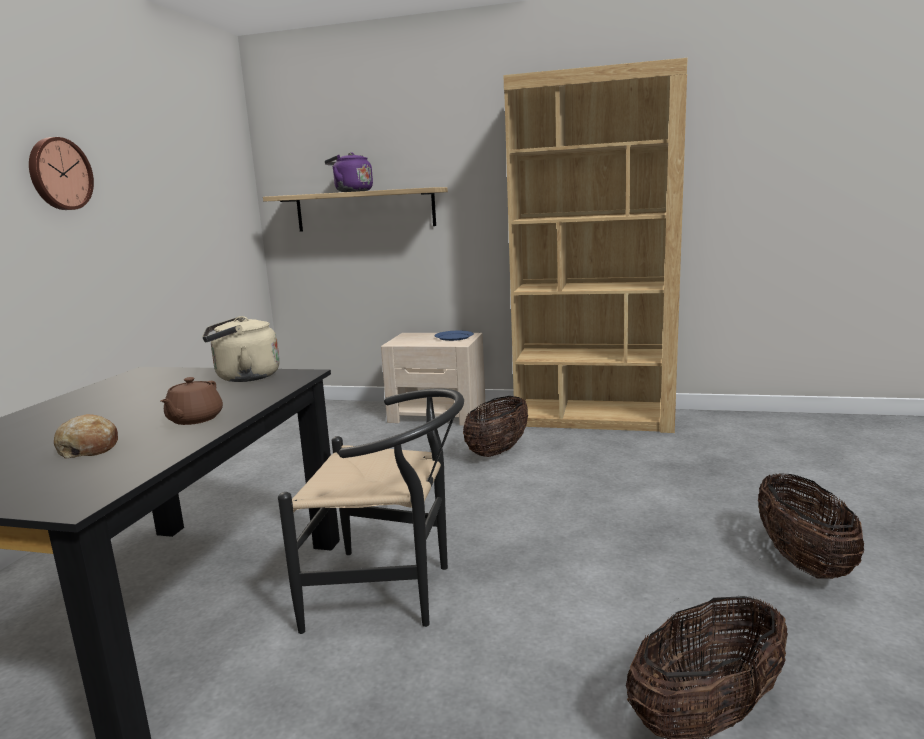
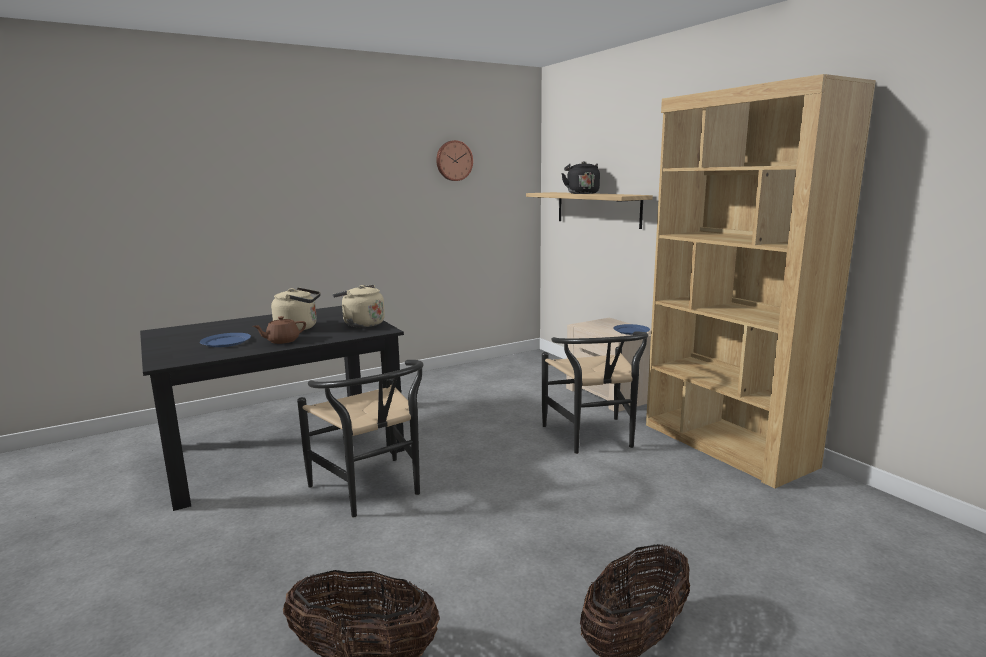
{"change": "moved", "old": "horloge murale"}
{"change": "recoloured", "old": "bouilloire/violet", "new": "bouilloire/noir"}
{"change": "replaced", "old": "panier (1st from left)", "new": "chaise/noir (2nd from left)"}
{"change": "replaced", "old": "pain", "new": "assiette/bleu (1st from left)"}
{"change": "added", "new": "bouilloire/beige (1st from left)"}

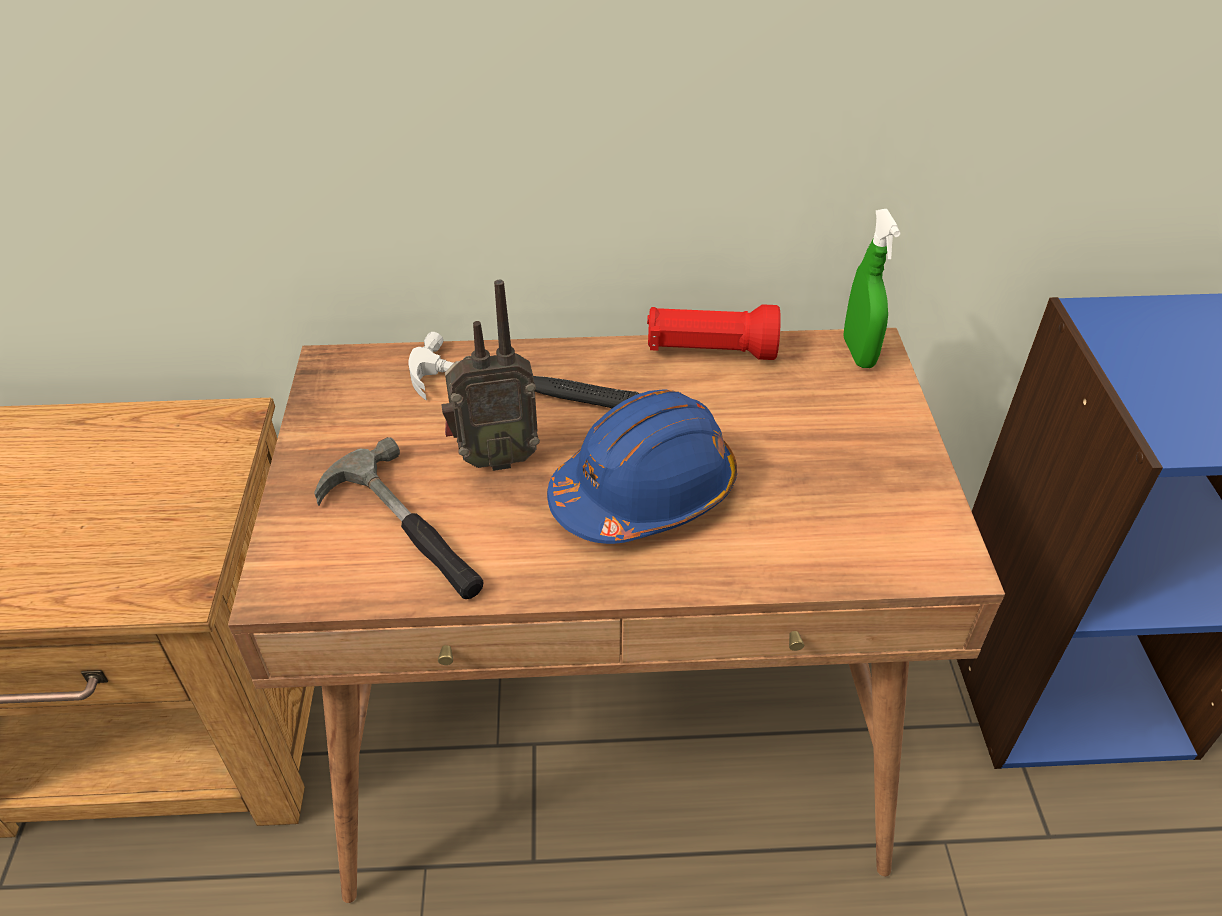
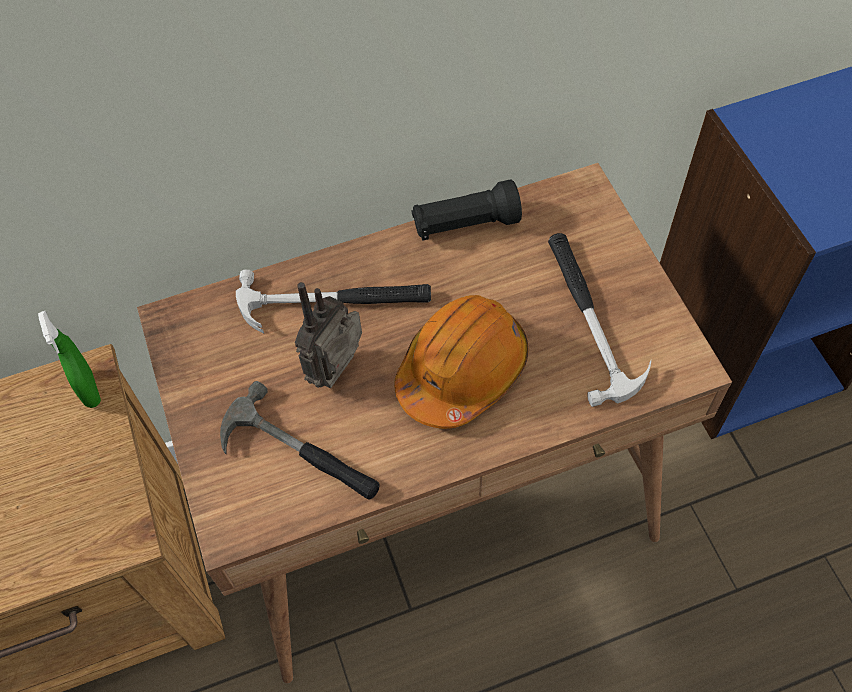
{"change": "moved", "old": "vaporisateur/vert"}
{"change": "turned", "old": "radio", "degrees": 150}
{"change": "recoloured", "old": "lampe de poche/rouge", "new": "lampe de poche/noir"}
{"change": "recoloured", "old": "casque de chantier/bleu", "new": "casque de chantier/orange"}
{"change": "added", "new": "marteau (3rd from left)"}

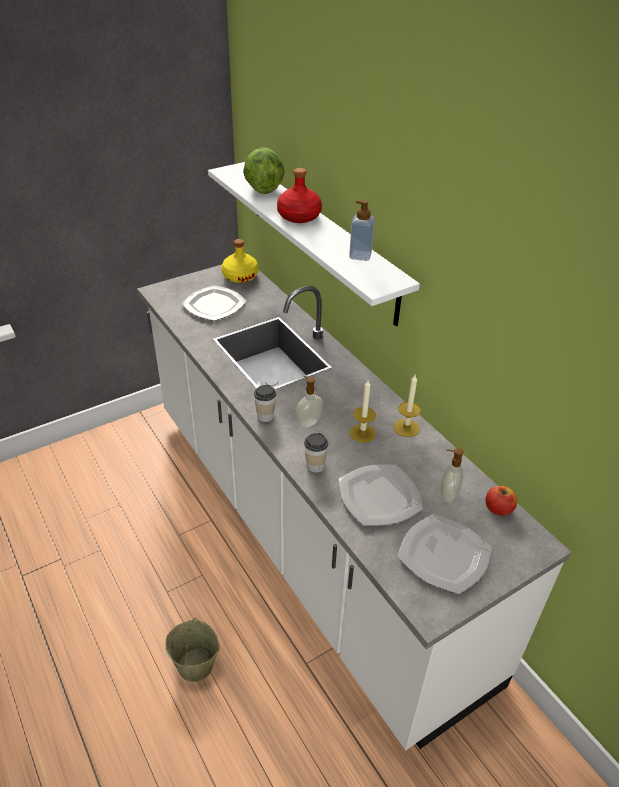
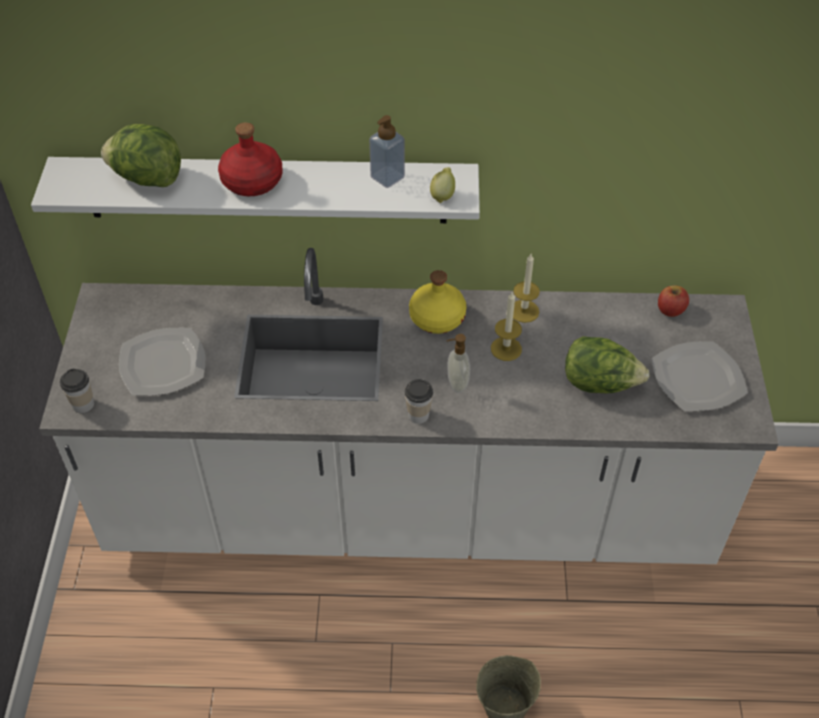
{"change": "moved", "old": "bouteille/jaune"}
{"change": "moved", "old": "tasse (2nd from left in the first image)", "new": "tasse (1st from left)"}
{"change": "removed", "old": "distributeur de savon (3rd from left)"}
{"change": "replaced", "old": "assiette (2nd from left)", "new": "laitue (2nd from left)"}
{"change": "added", "new": "citron"}

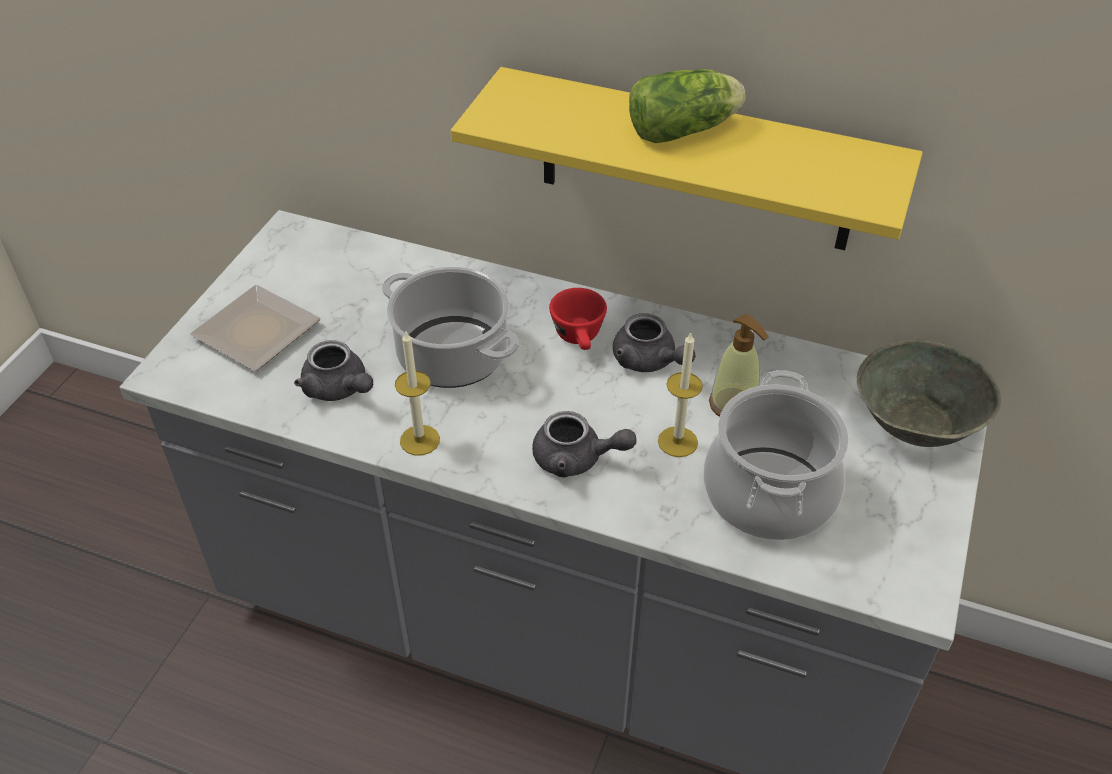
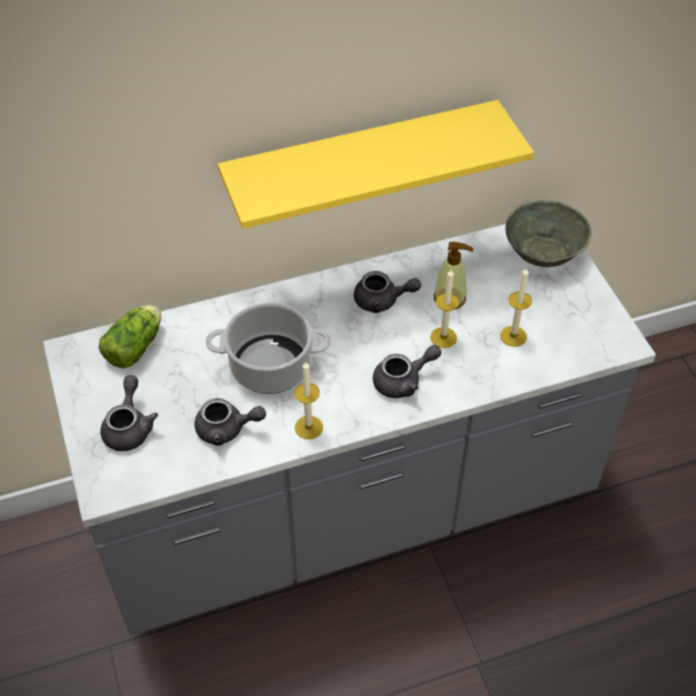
{"change": "moved", "old": "laitue"}
{"change": "replaced", "old": "assiette", "new": "théière/gris (1st from left)"}
{"change": "removed", "old": "tasse/rouge"}
{"change": "replaced", "old": "marmite (2nd from left)", "new": "bougie (3rd from left)"}

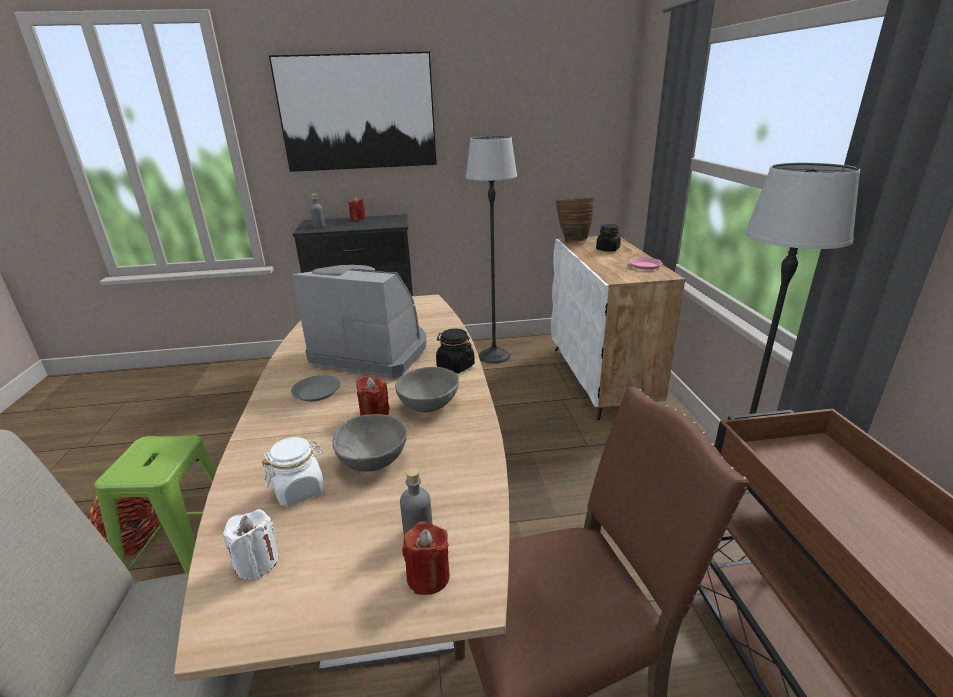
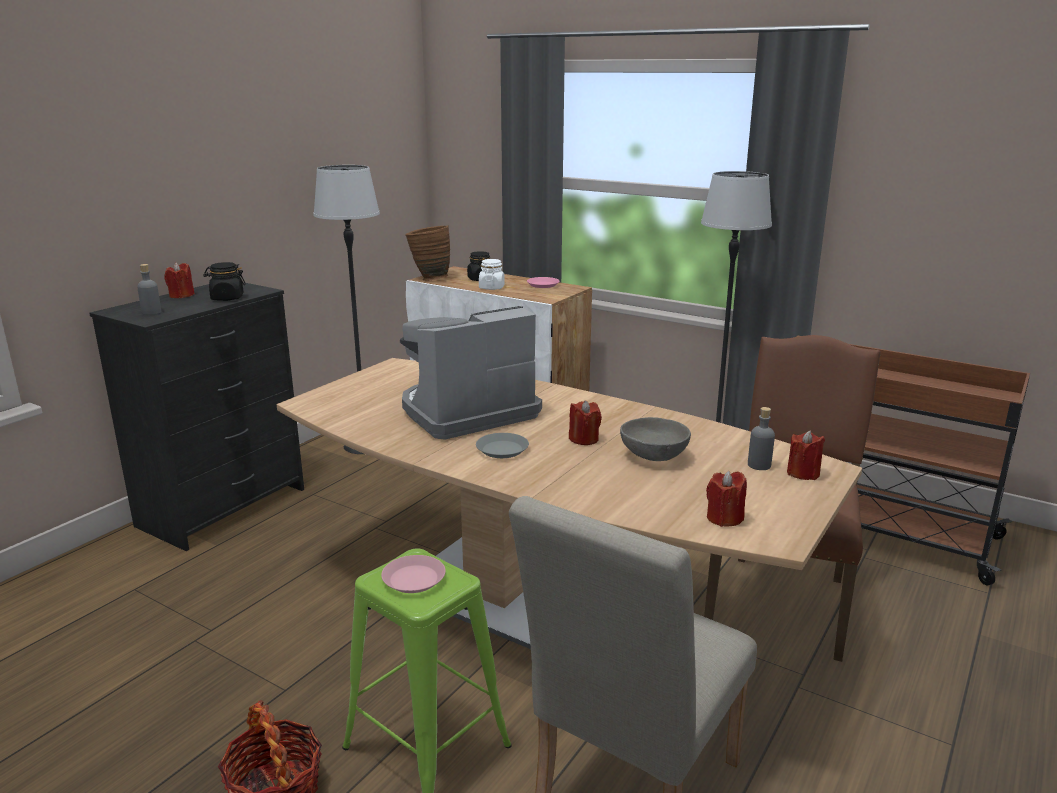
{"change": "removed", "old": "tableau"}
{"change": "moved", "old": "bocal/noir (1st from left)"}
{"change": "removed", "old": "bol/gris (2nd from left)"}
{"change": "moved", "old": "bocal/blanc"}
{"change": "recoloured", "old": "bougie/blanc", "new": "bougie/rouge (3rd from left)"}
{"change": "added", "new": "assiette/rose (1st from left)"}

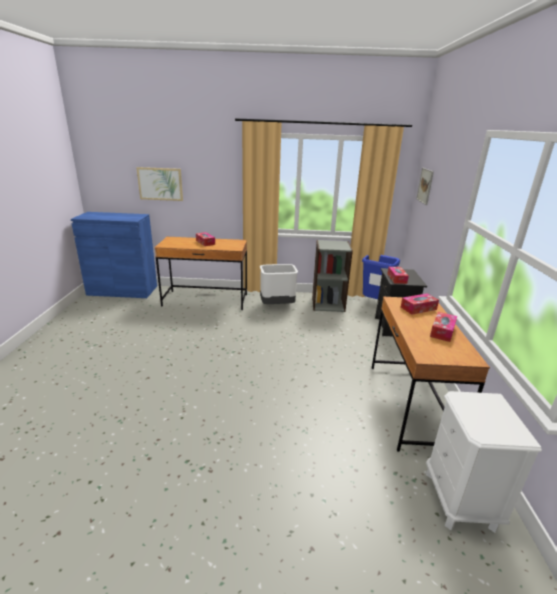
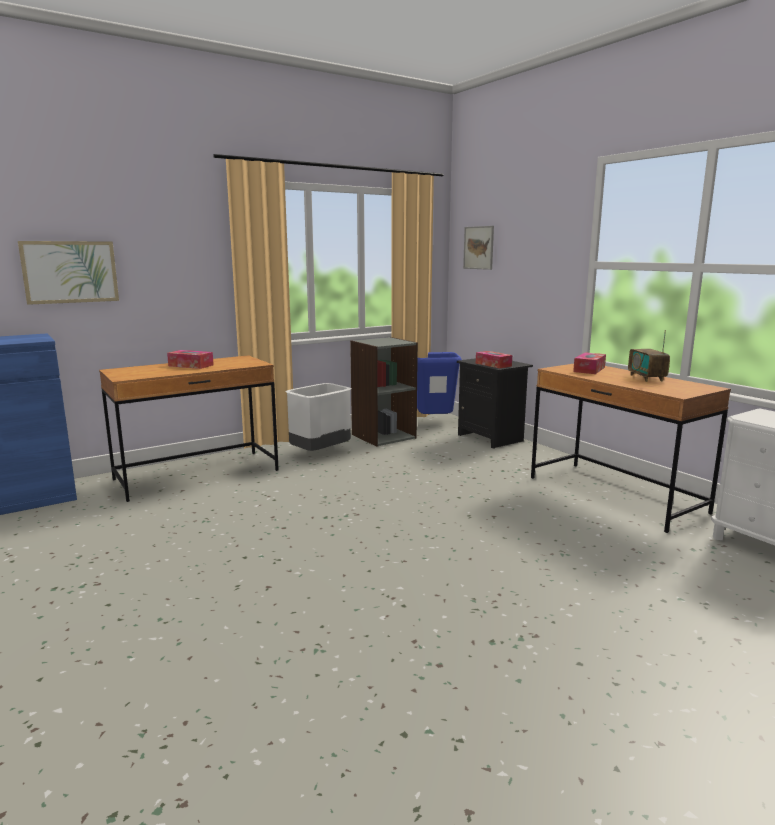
{"change": "replaced", "old": "boîte à mouchoirs (4th from left)", "new": "radio"}

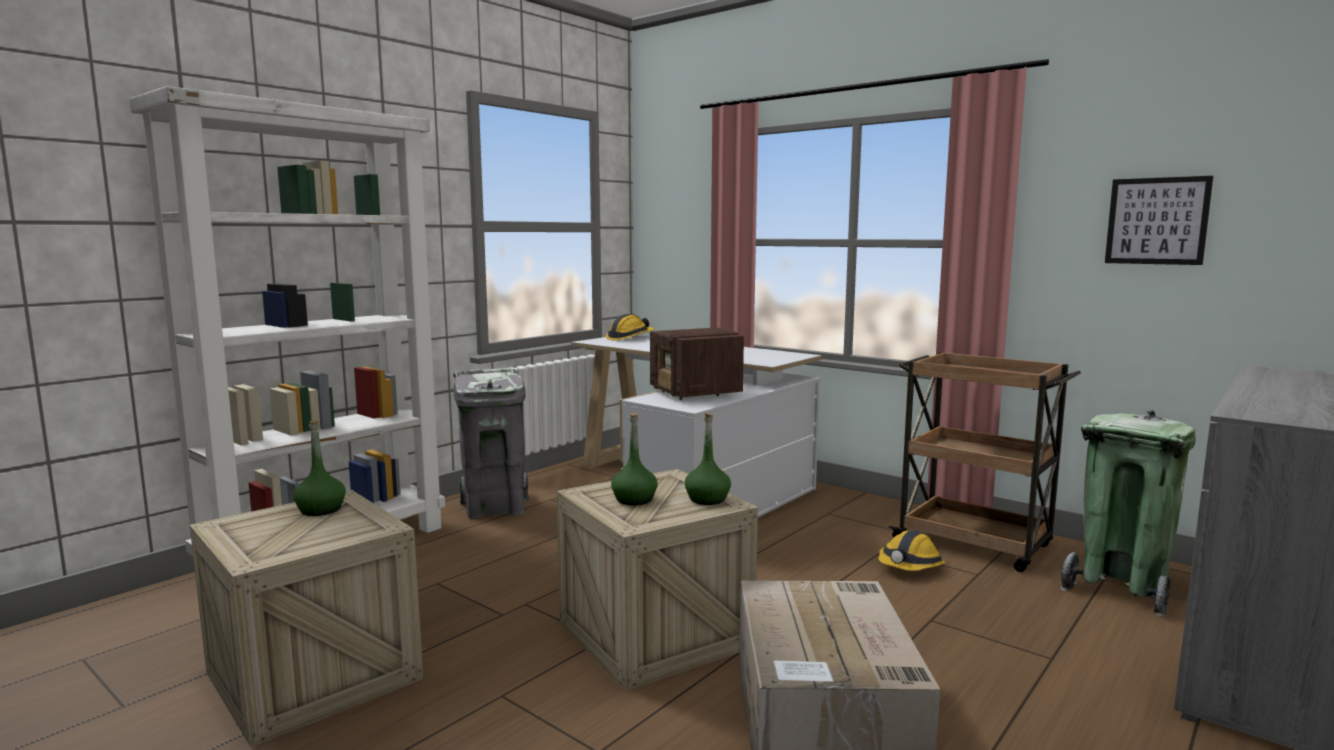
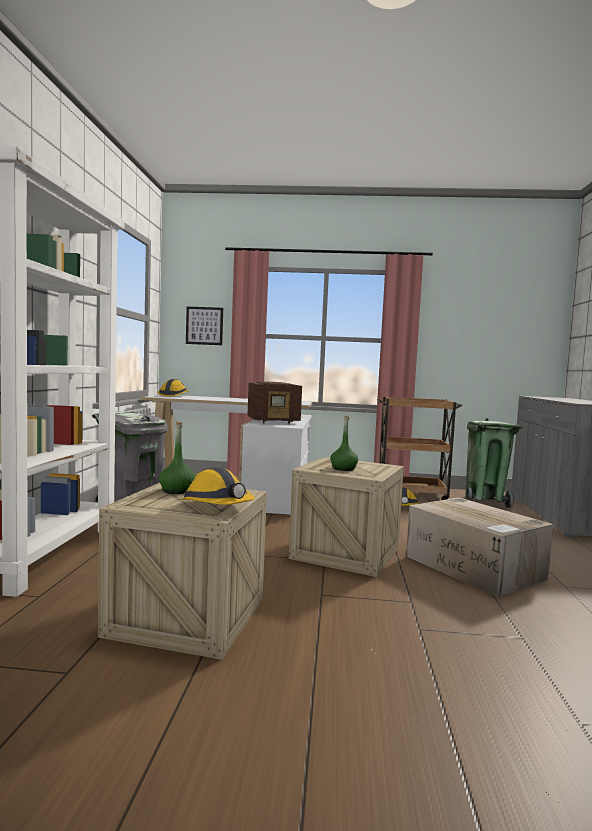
{"change": "moved", "old": "tableau"}
{"change": "turned", "old": "radio", "degrees": -45}
{"change": "removed", "old": "bouteille/vert (3rd from left)"}
{"change": "added", "new": "casque de chantier (2nd from left)"}

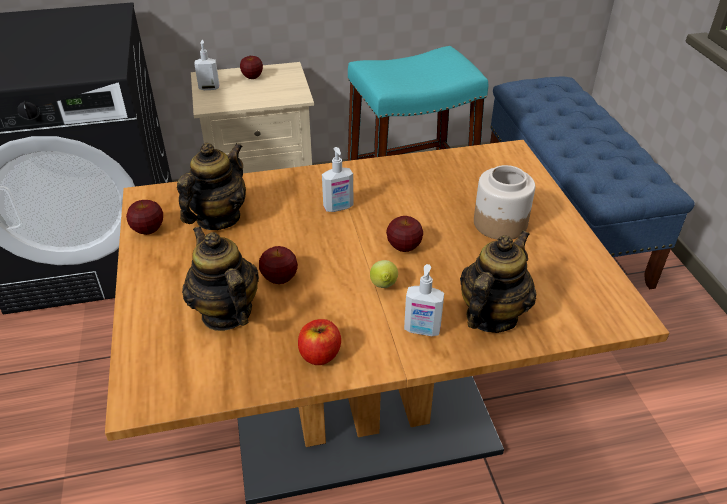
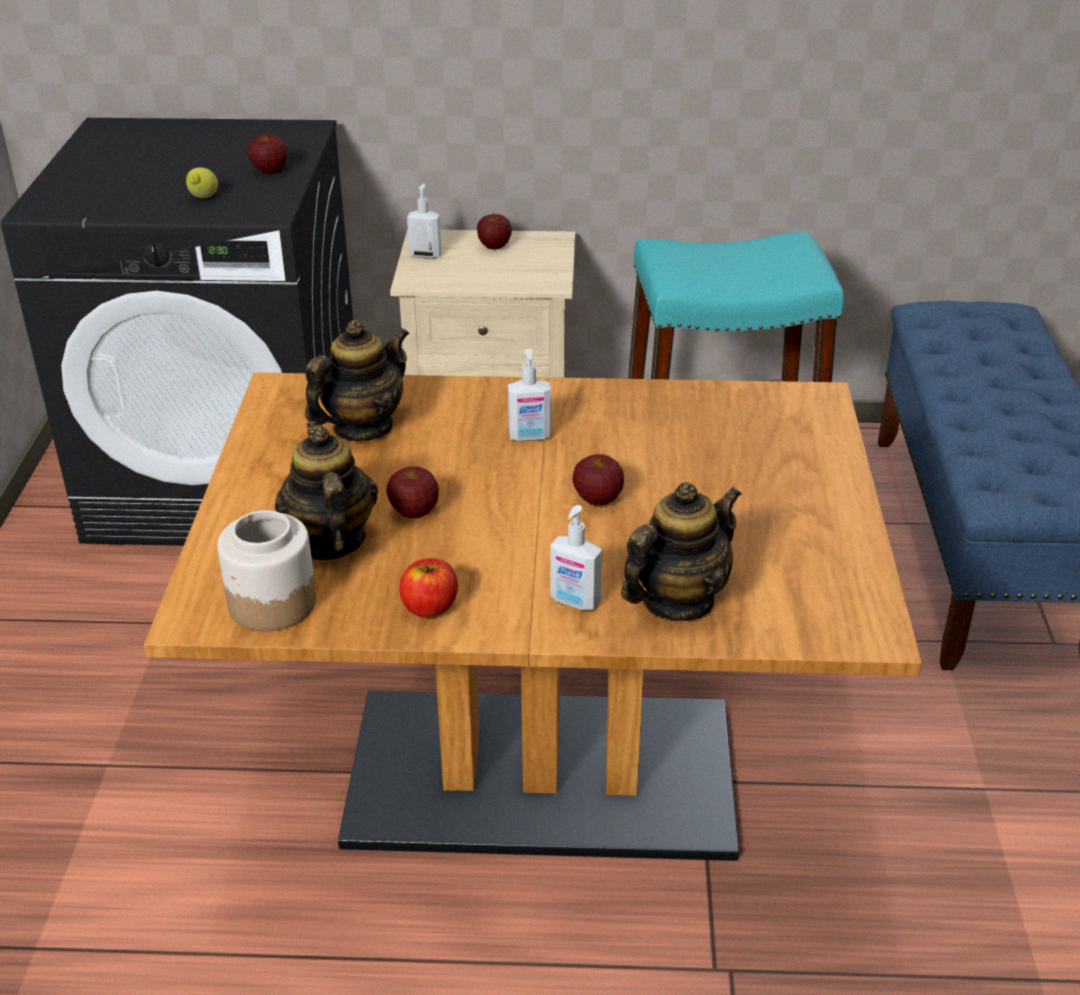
{"change": "moved", "old": "bocal"}
{"change": "moved", "old": "pomme (1st from left)"}
{"change": "moved", "old": "citron"}

